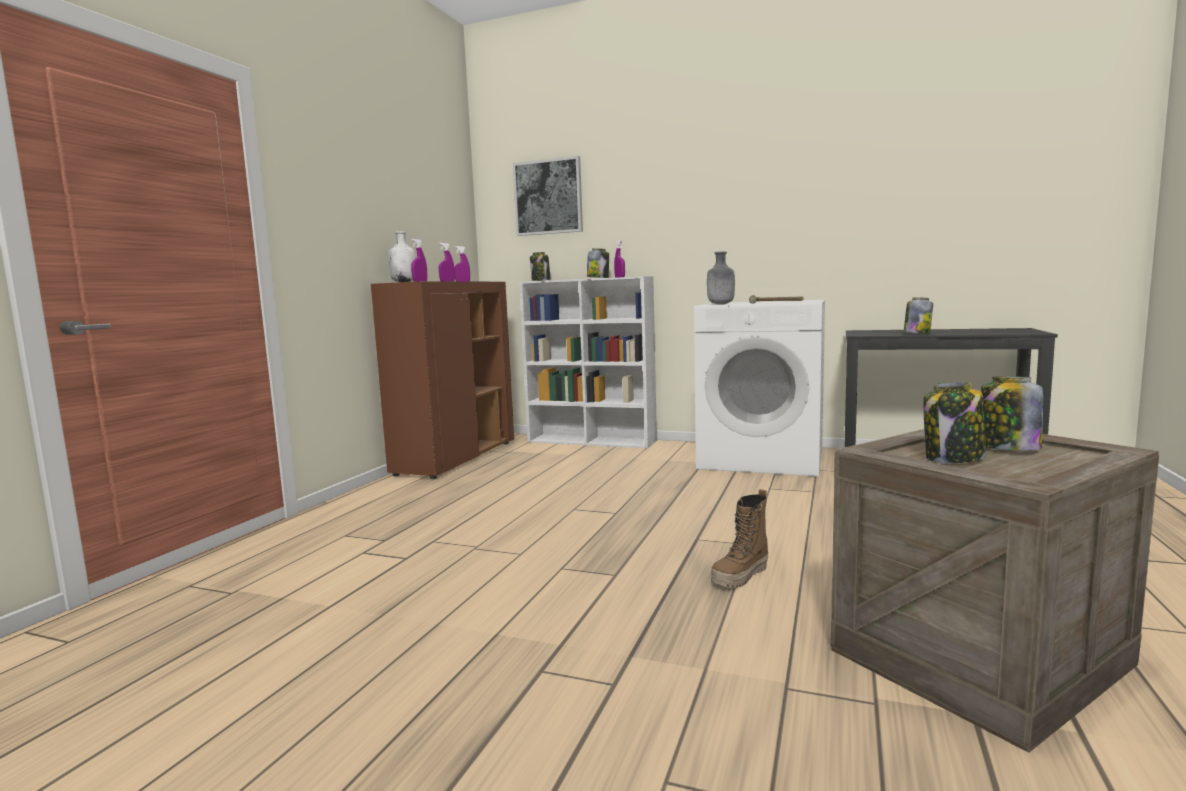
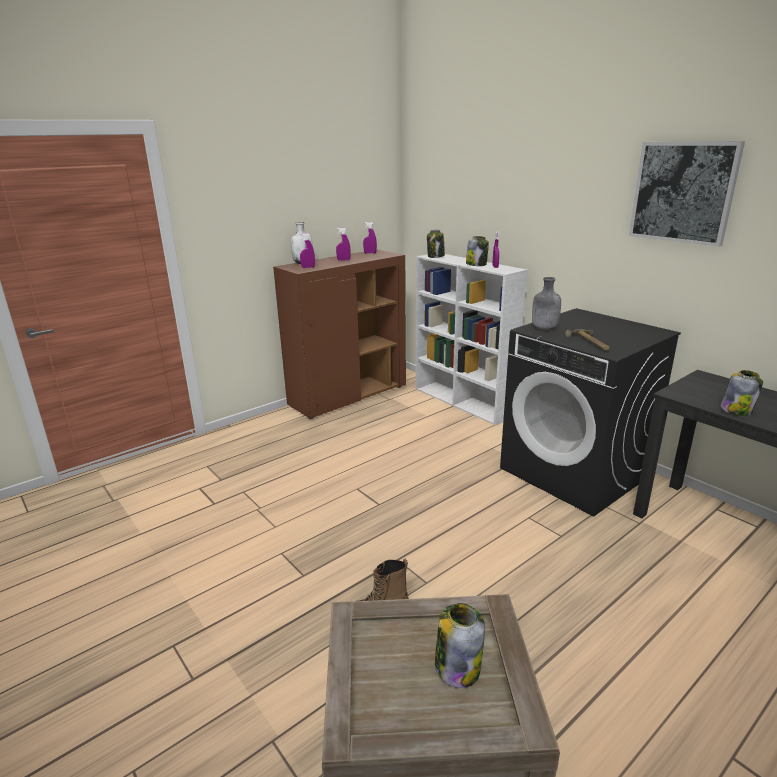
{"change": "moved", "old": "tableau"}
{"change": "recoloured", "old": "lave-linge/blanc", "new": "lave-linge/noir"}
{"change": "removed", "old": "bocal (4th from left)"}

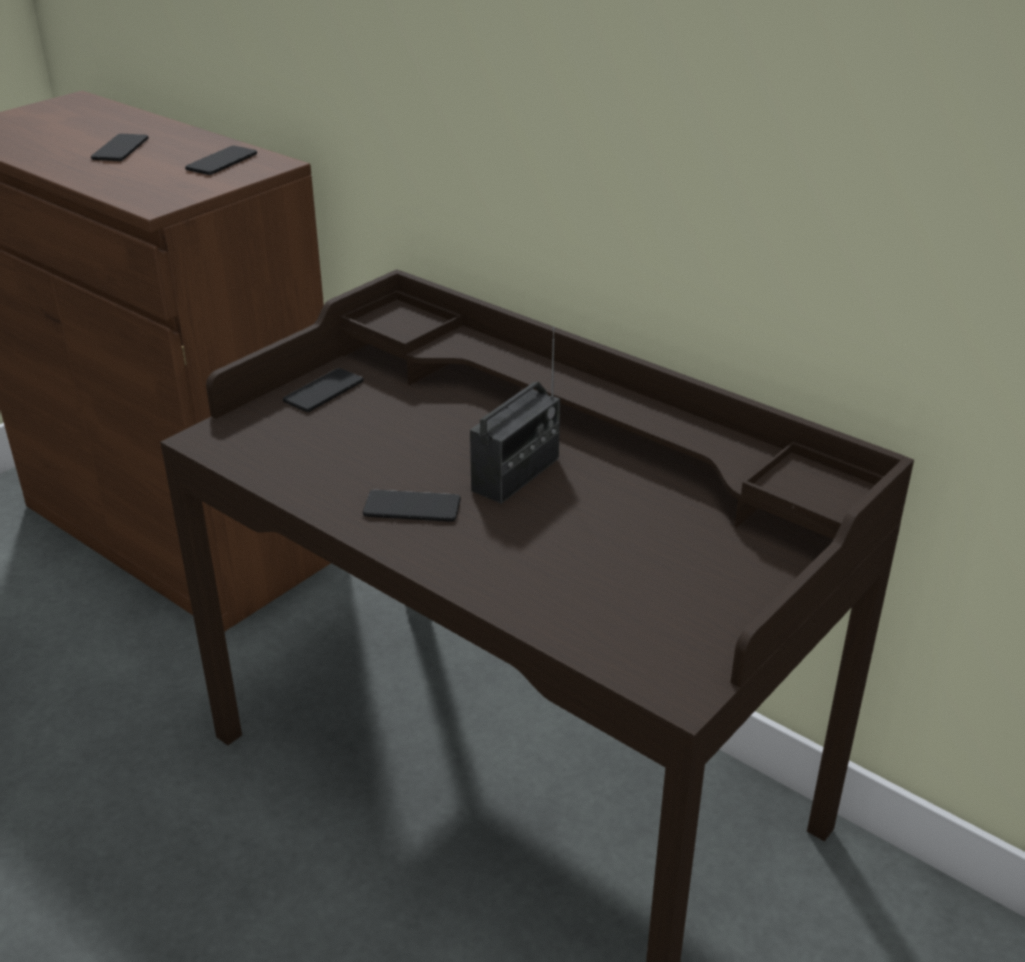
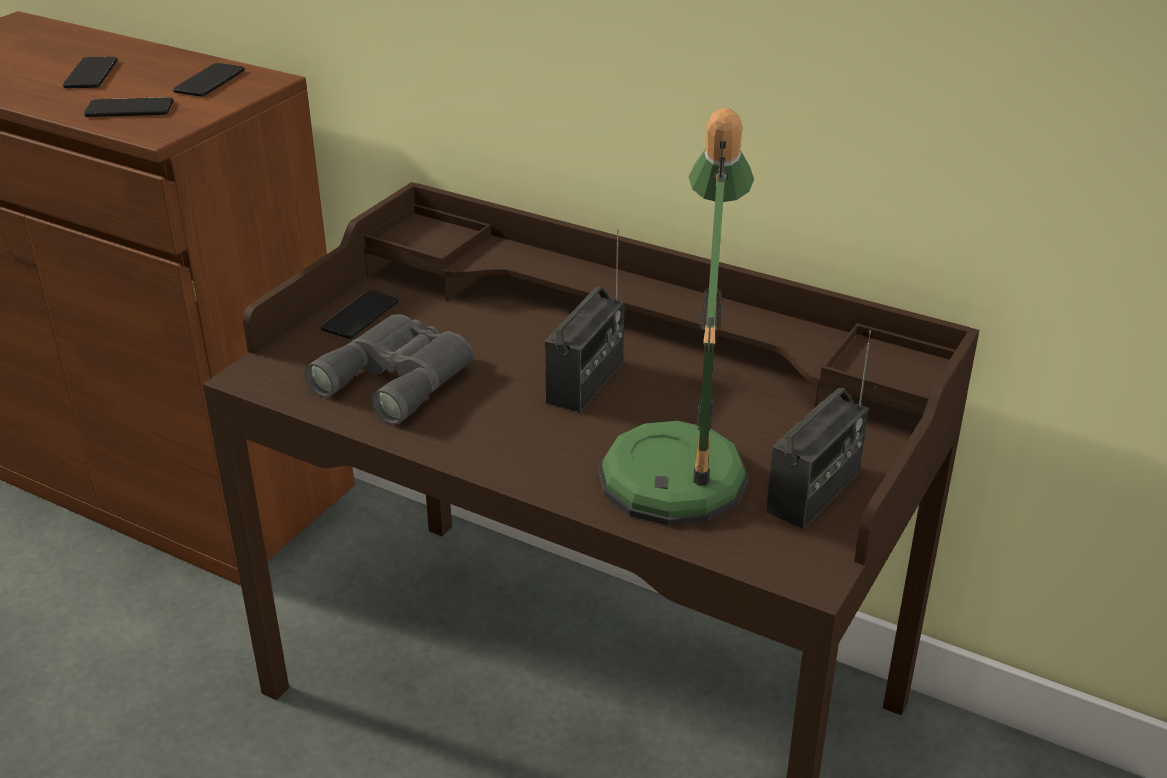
{"change": "moved", "old": "téléphone (4th from left in the first image)", "new": "téléphone (2nd from left)"}
{"change": "added", "new": "lampe de table"}
{"change": "added", "new": "jumelles/gris"}
{"change": "added", "new": "radio (2nd from left)"}

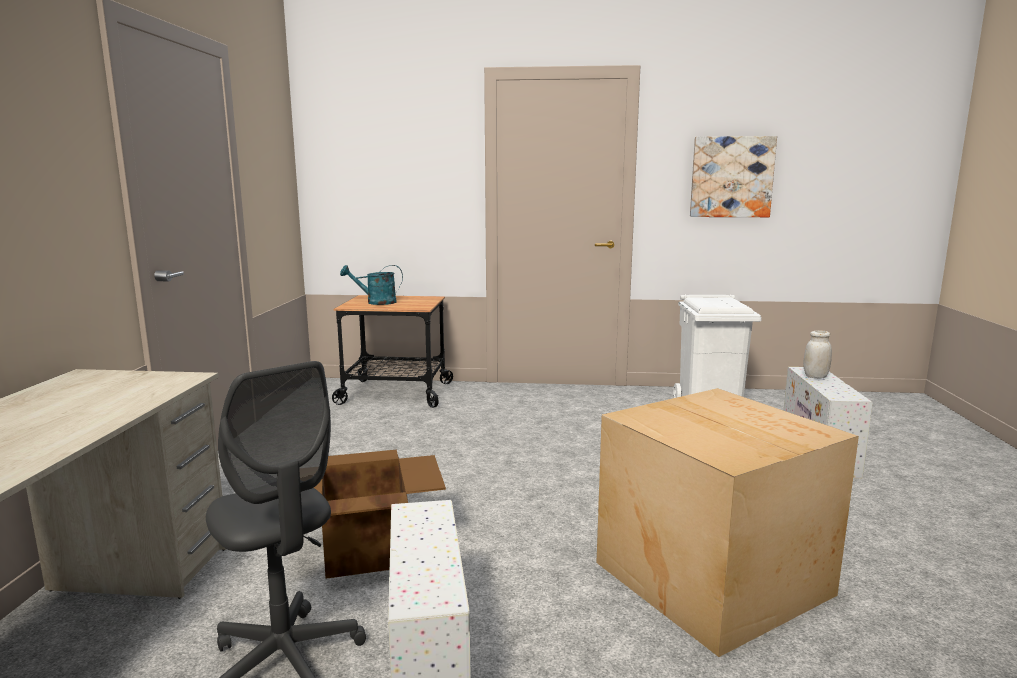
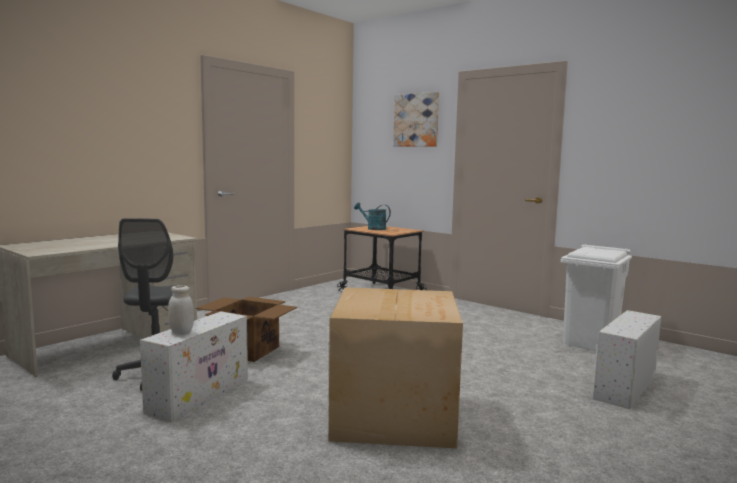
{"change": "moved", "old": "tableau"}
{"change": "moved", "old": "bocal/blanc"}

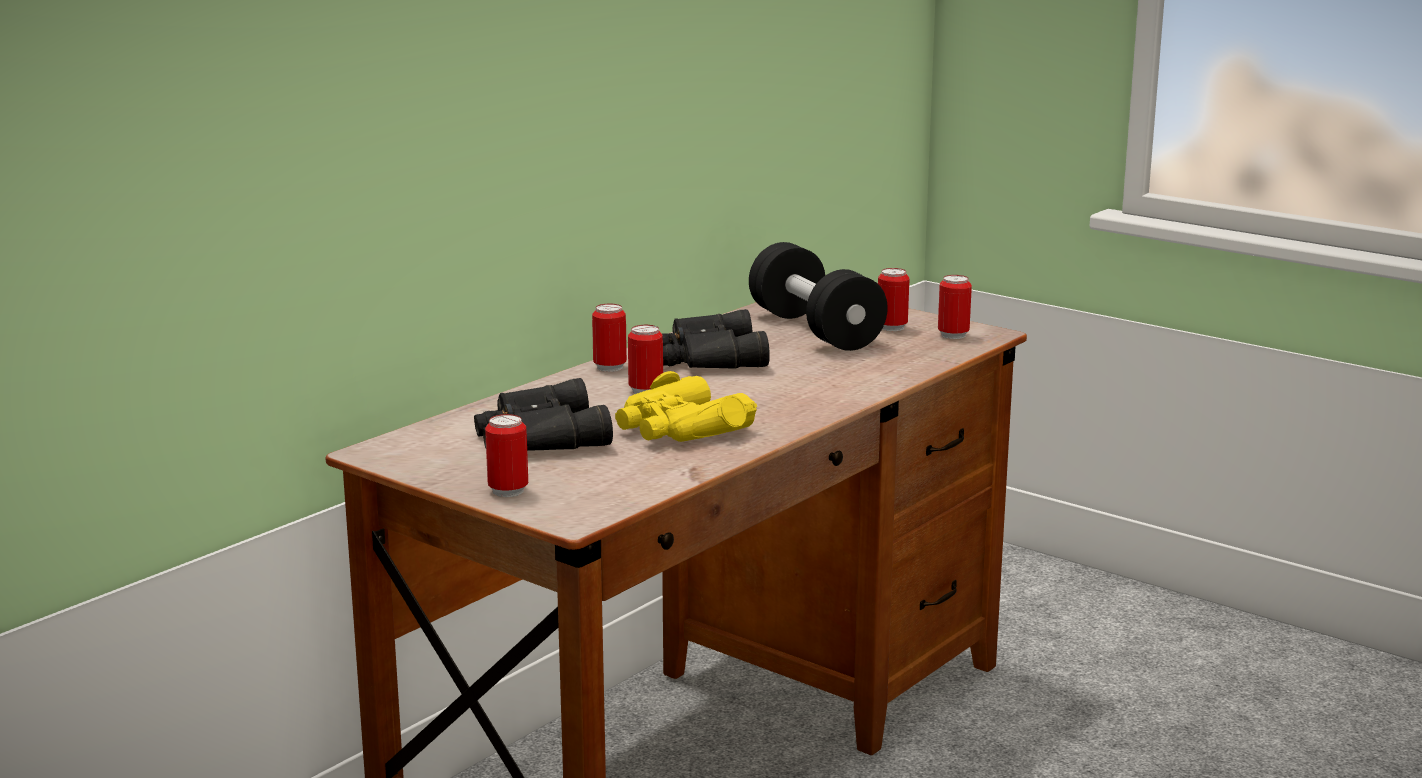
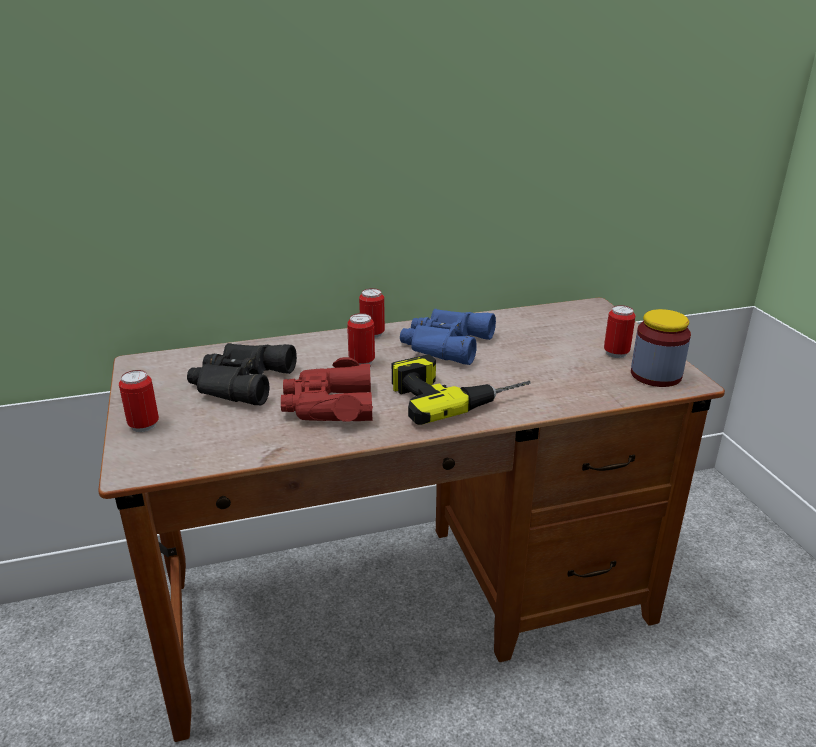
{"change": "removed", "old": "haltère/noir"}
{"change": "replaced", "old": "boîte métallique (5th from left)", "new": "bocal"}
{"change": "recoloured", "old": "jumelles/noir (2nd from left)", "new": "jumelles/bleu"}
{"change": "recoloured", "old": "jumelles/jaune", "new": "jumelles/rouge"}
{"change": "added", "new": "perceuse"}

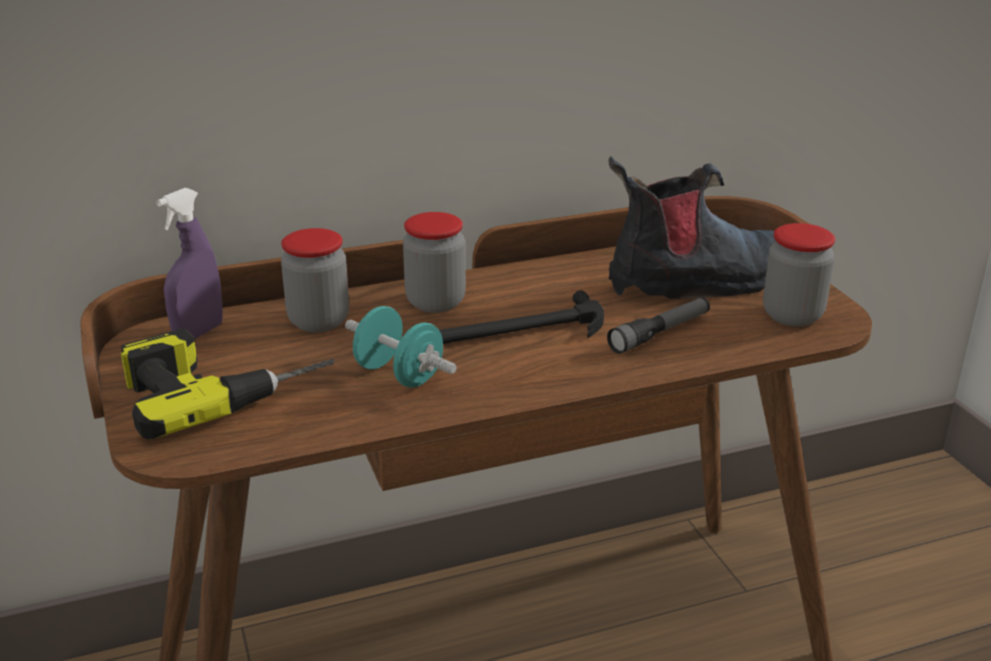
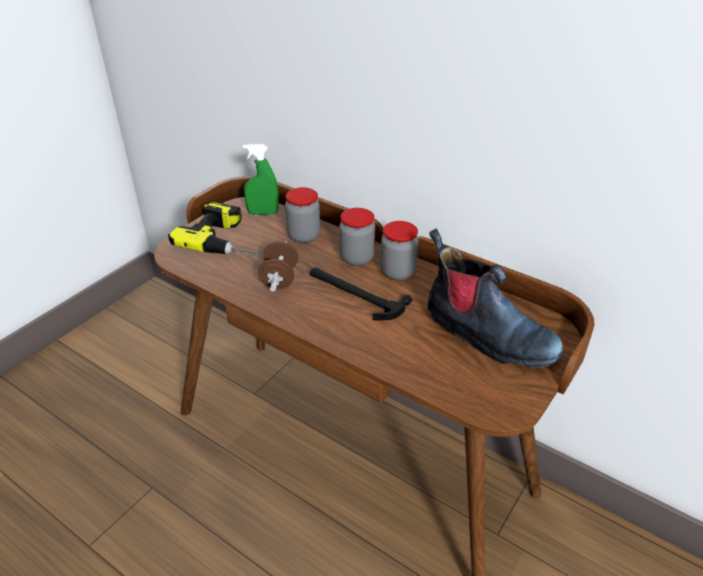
{"change": "recoloured", "old": "vaporisateur/violet", "new": "vaporisateur/vert"}
{"change": "moved", "old": "bocal (3rd from left)"}
{"change": "removed", "old": "lampe de poche"}
{"change": "recoloured", "old": "haltère/turquoise", "new": "haltère/marron"}

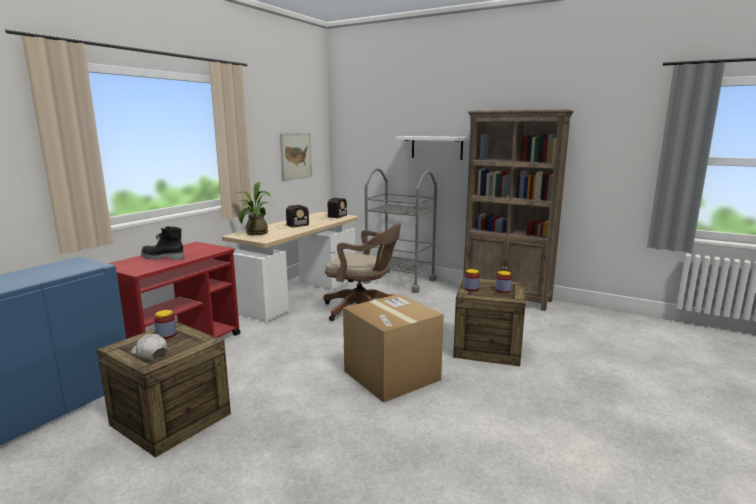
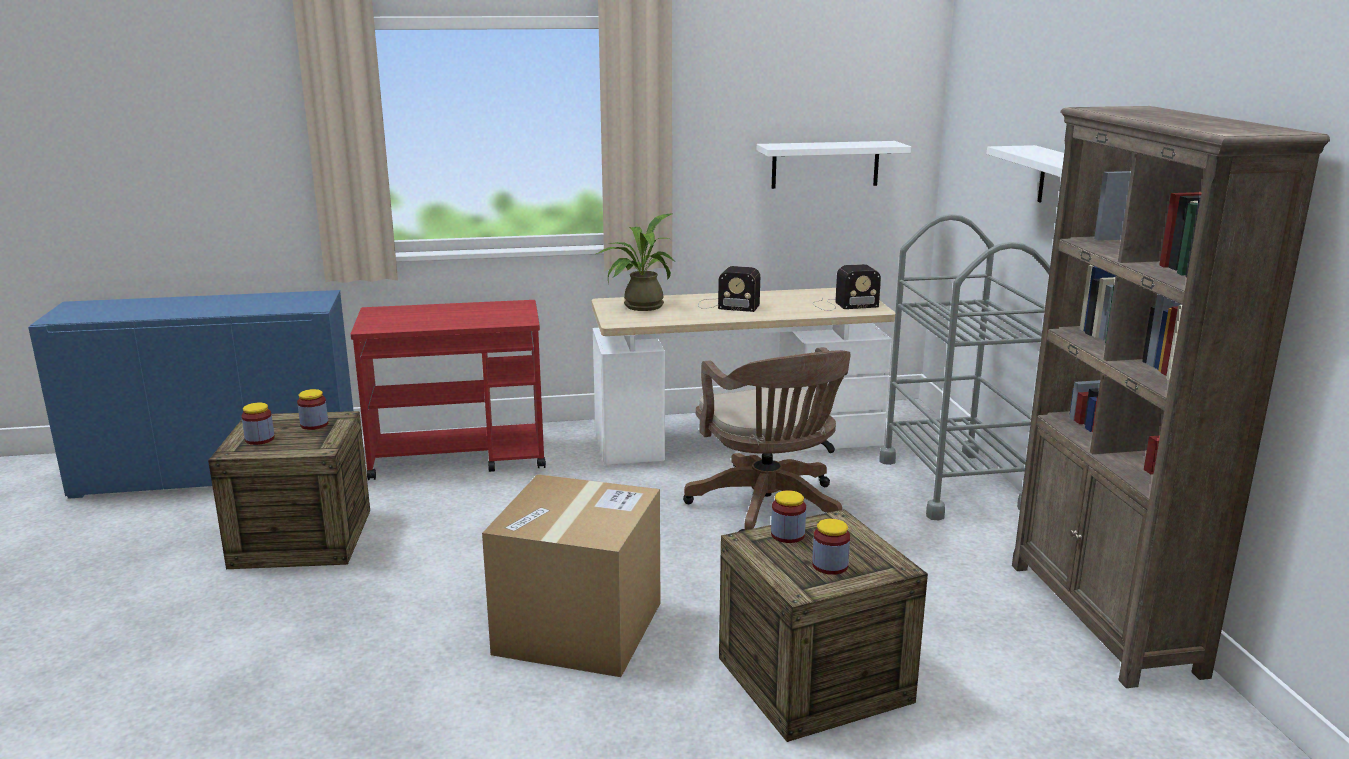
{"change": "replaced", "old": "tableau", "new": "étagère/blanc (1st from left)"}
{"change": "removed", "old": "botte/noir"}
{"change": "replaced", "old": "casquette/blanc", "new": "bocal (1st from left)"}

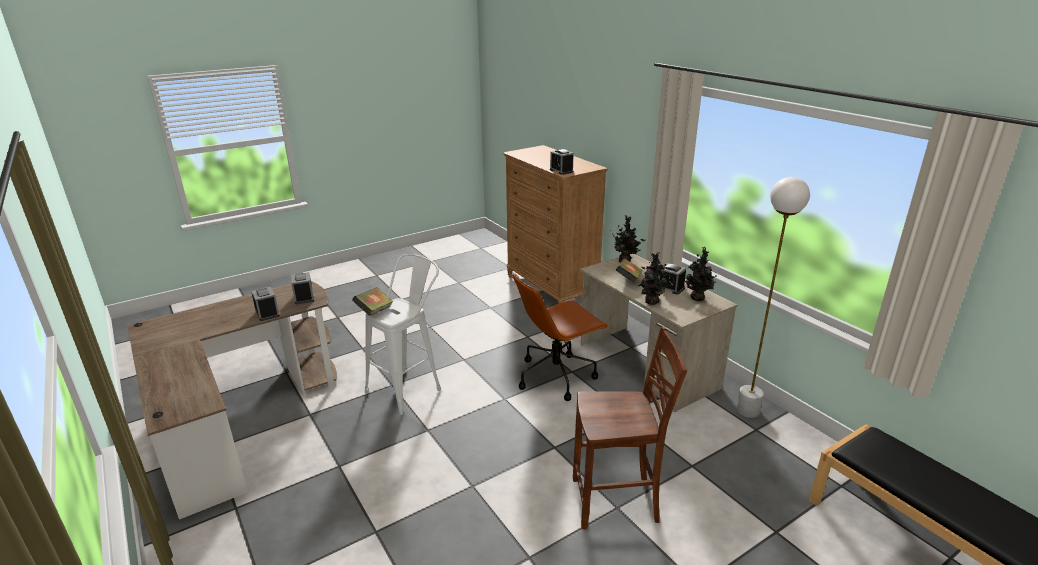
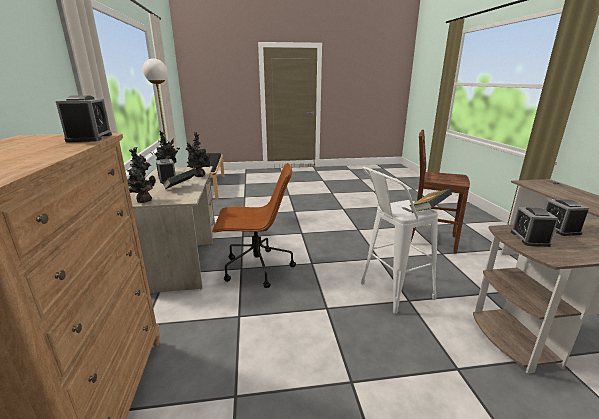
{"change": "moved", "old": "chaise/marron"}

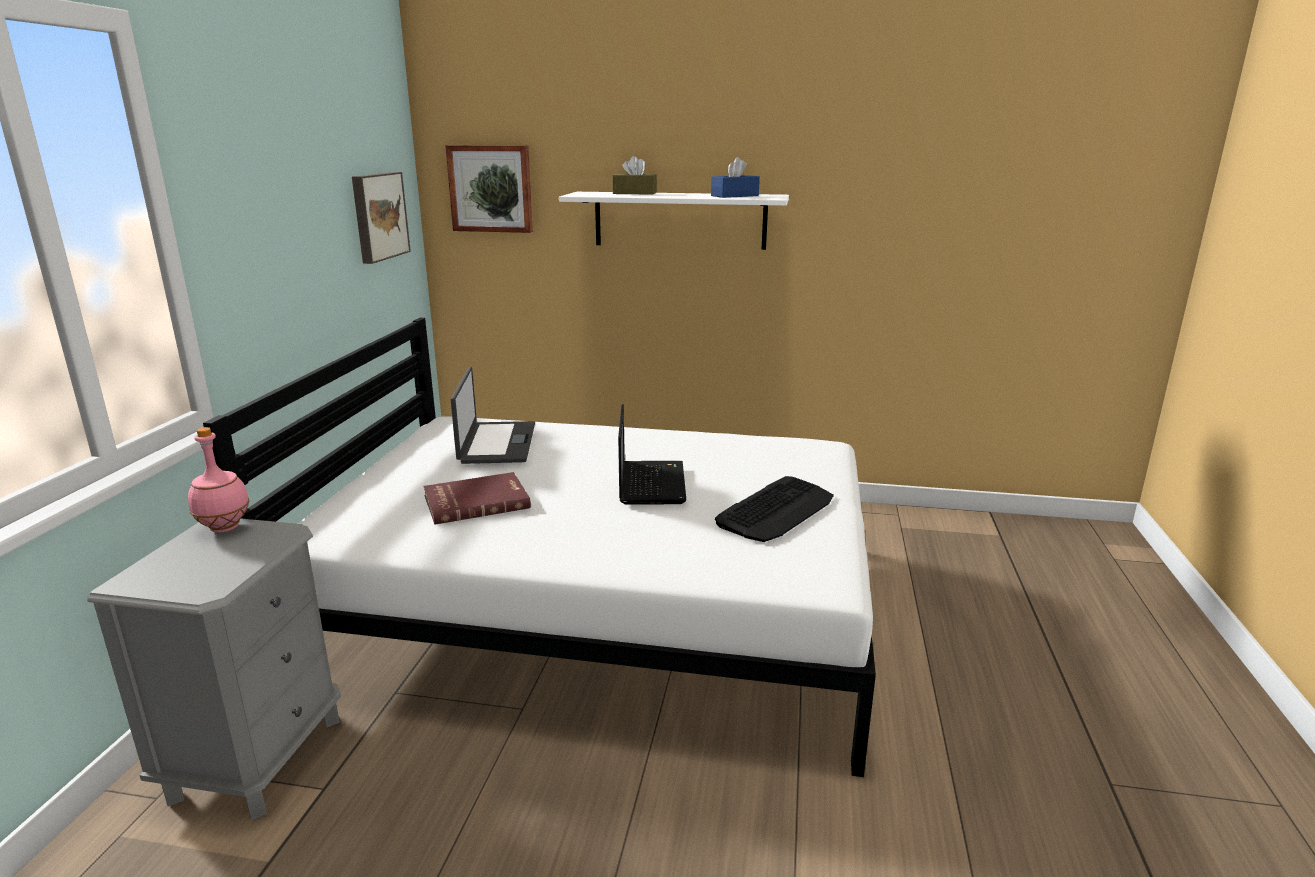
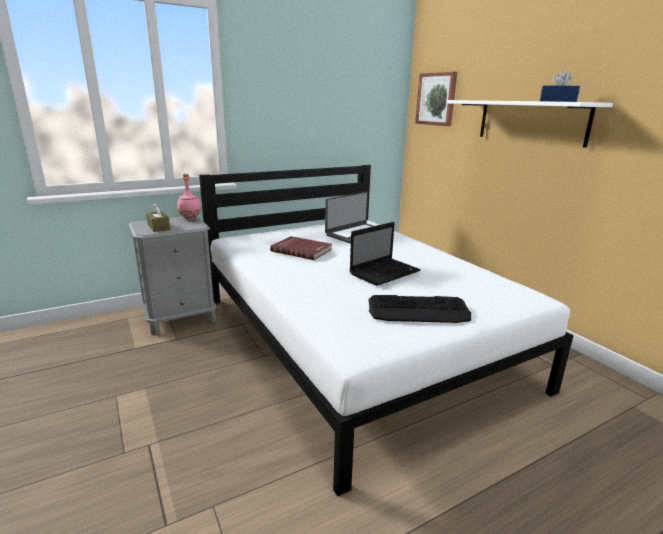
{"change": "moved", "old": "boîte à mouchoirs/marron"}
{"change": "removed", "old": "tableau (1st from left)"}

